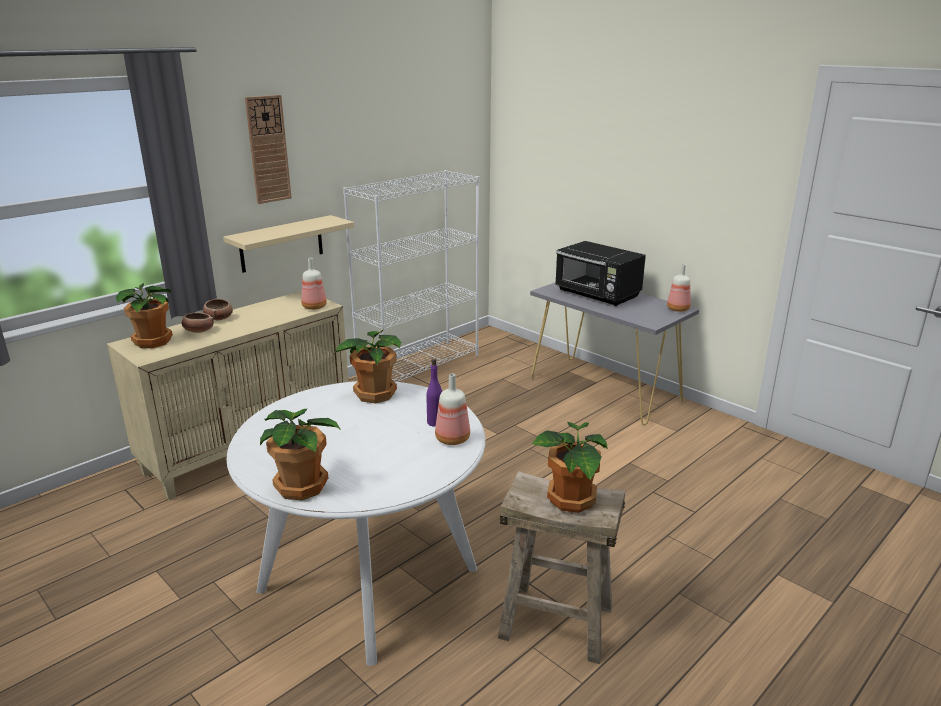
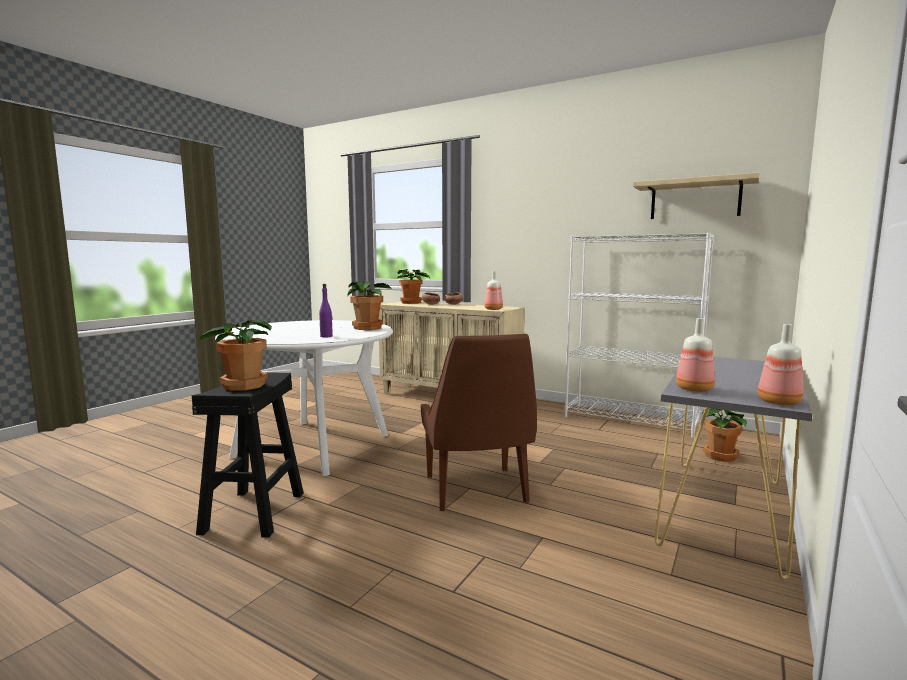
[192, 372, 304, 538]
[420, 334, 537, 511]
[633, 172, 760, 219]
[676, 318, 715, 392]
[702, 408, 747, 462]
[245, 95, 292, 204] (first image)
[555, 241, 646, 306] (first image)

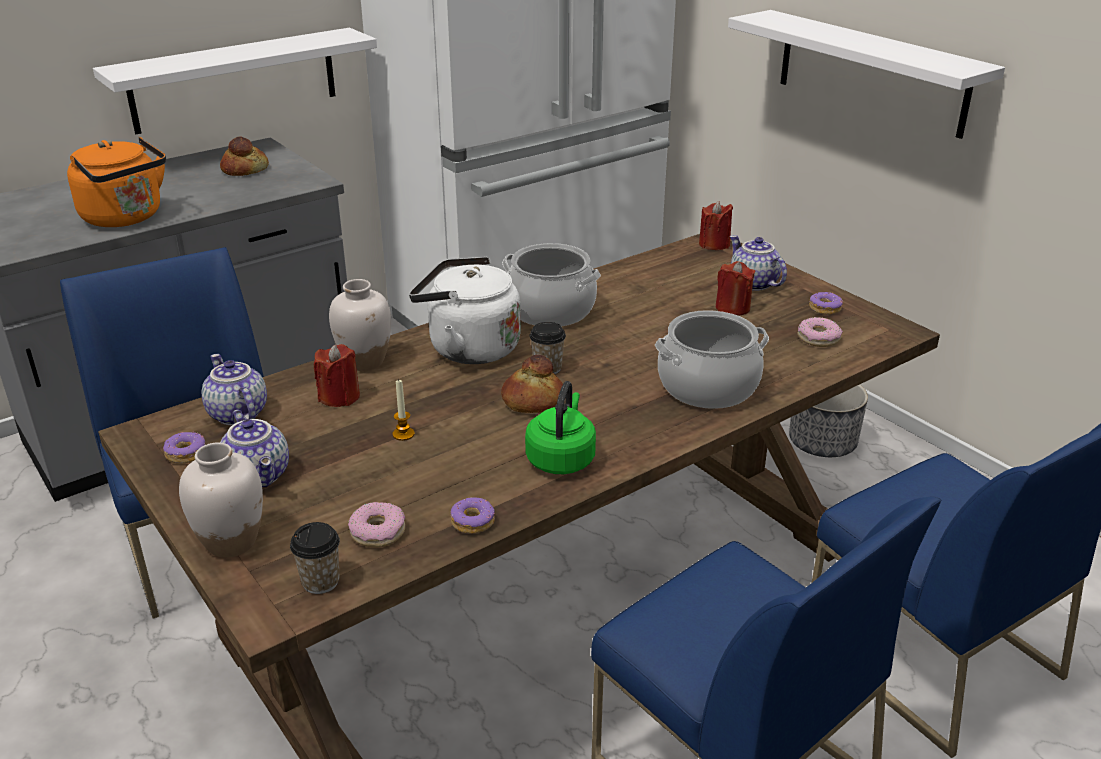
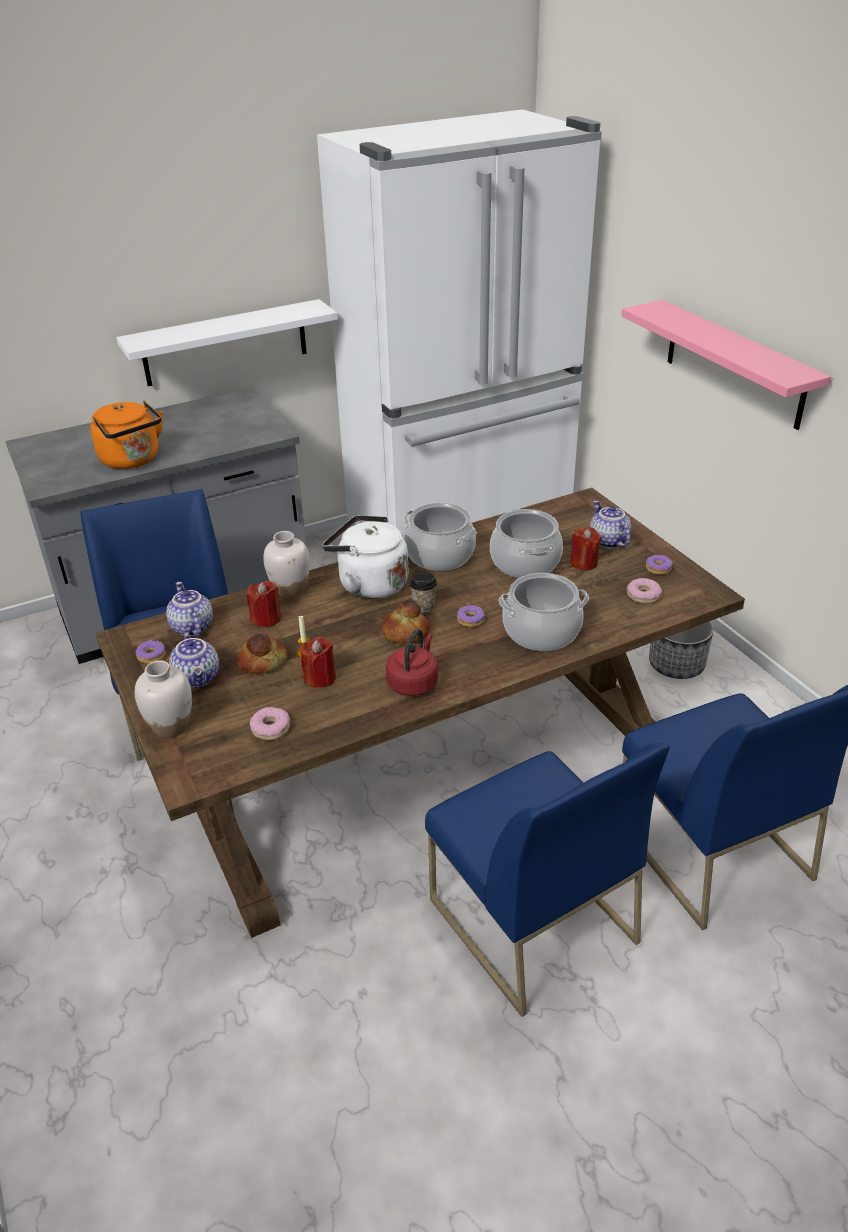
[237, 633, 287, 674]
[301, 637, 336, 688]
[386, 629, 438, 696]
[457, 605, 485, 627]
[490, 509, 563, 578]
[621, 300, 831, 430]
[290, 522, 340, 594] (first image)

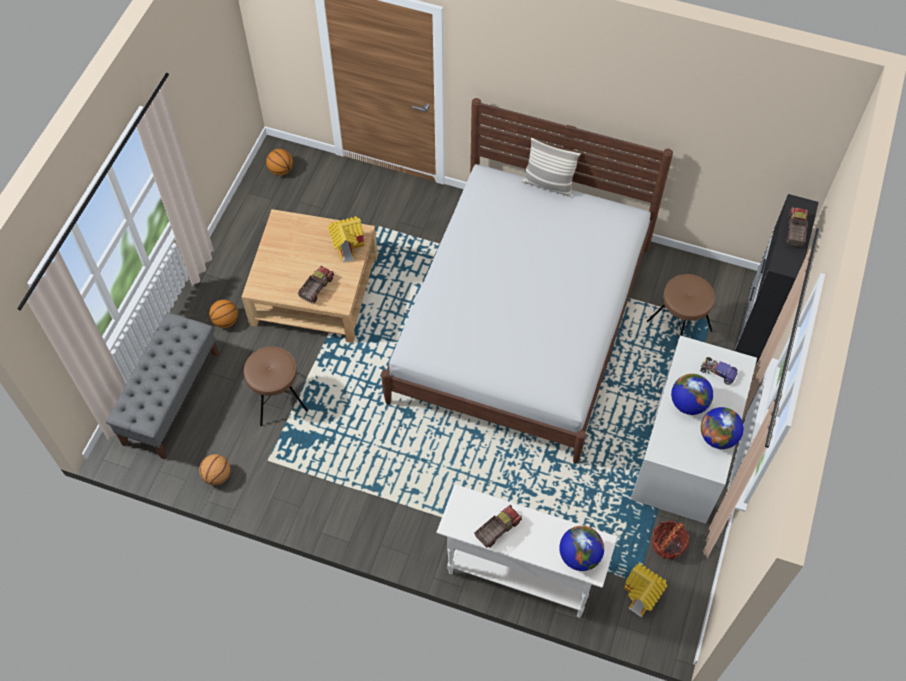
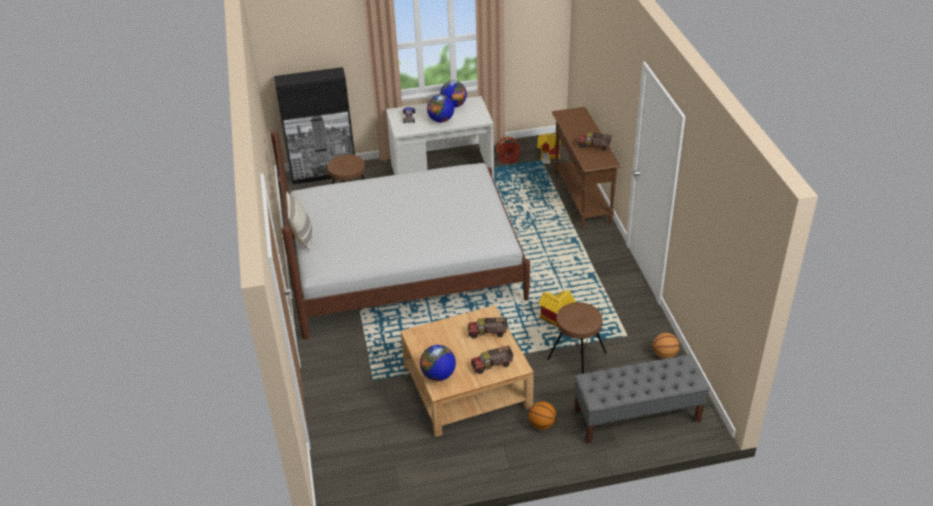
[420, 345, 456, 381]
[471, 345, 514, 374]
[538, 290, 576, 327]
[552, 107, 621, 229]
[266, 149, 293, 176] (first image)

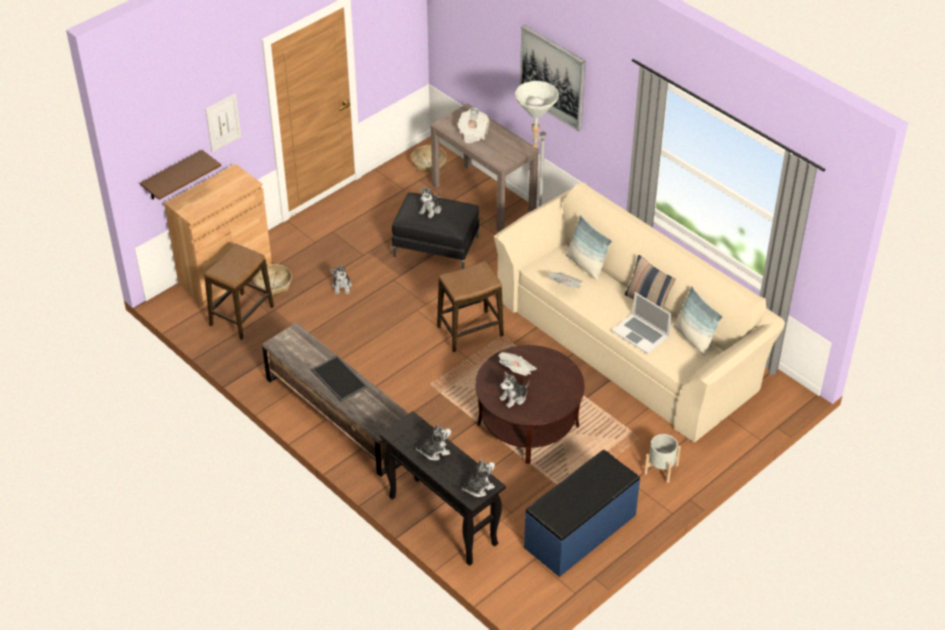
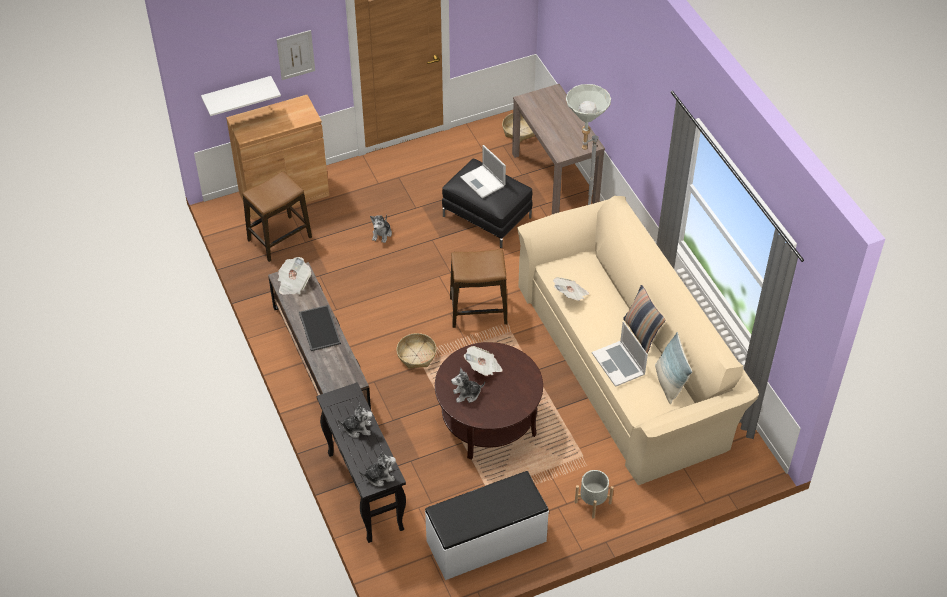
[201, 76, 281, 116]
[278, 257, 311, 295]
[397, 333, 437, 369]
[425, 471, 549, 580]
[460, 145, 506, 198]
[520, 25, 585, 132] (first image)
[566, 215, 612, 281] (first image)

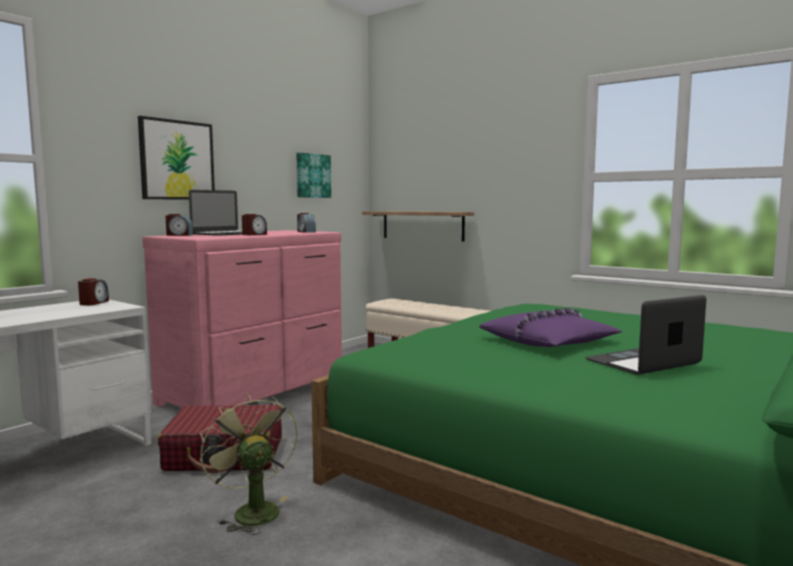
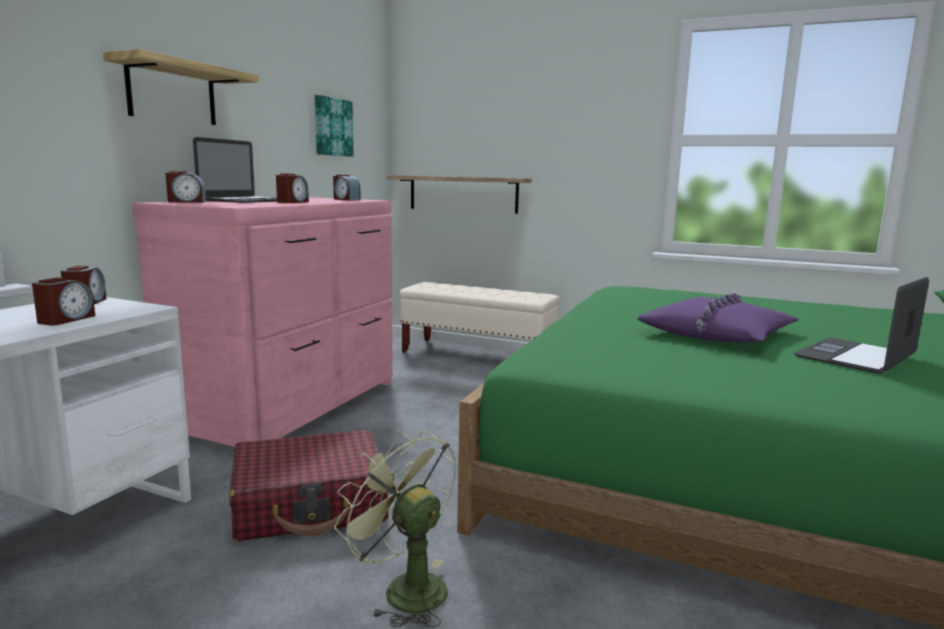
[32, 278, 95, 325]
[103, 49, 259, 125]

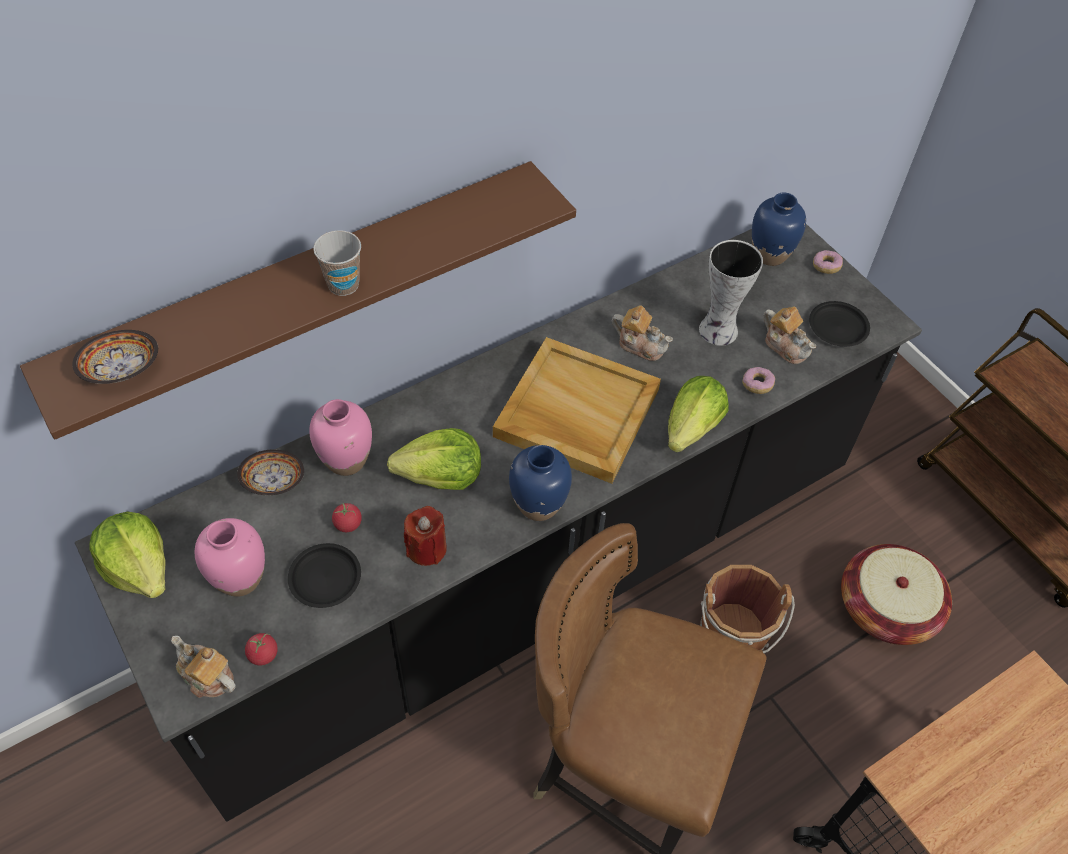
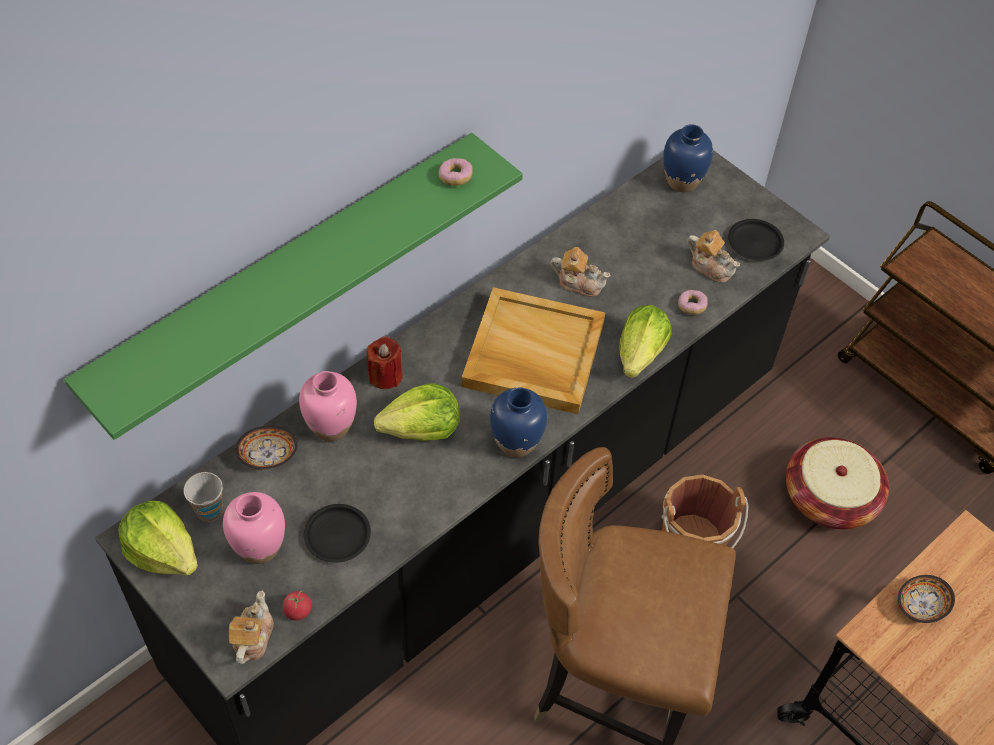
[64, 133, 523, 440]
[183, 472, 223, 522]
[229, 590, 274, 664]
[367, 336, 403, 389]
[439, 158, 473, 186]
[898, 575, 955, 623]
[332, 503, 362, 532] (first image)
[699, 240, 763, 346] (first image)

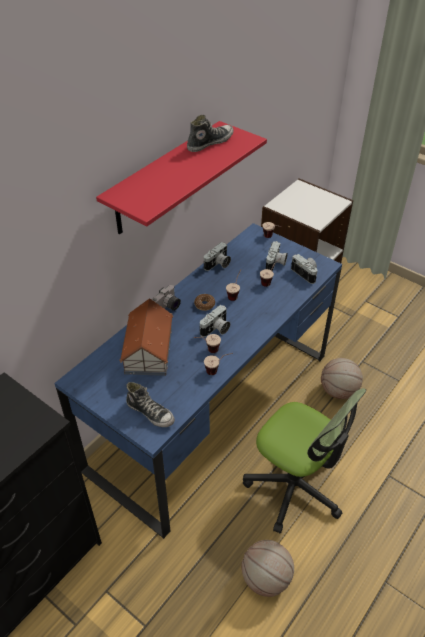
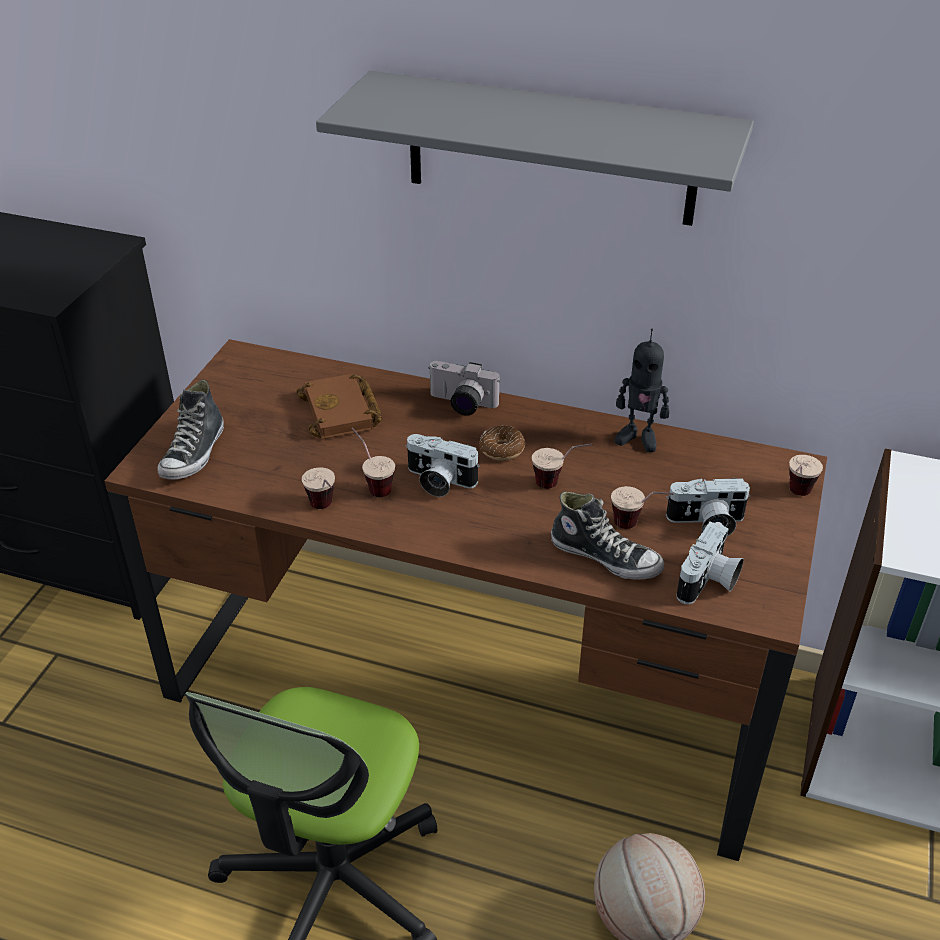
[105, 339, 827, 861]
[296, 373, 382, 439]
[316, 71, 754, 226]
[551, 492, 664, 580]
[615, 329, 669, 452]
[242, 540, 294, 597] (first image)

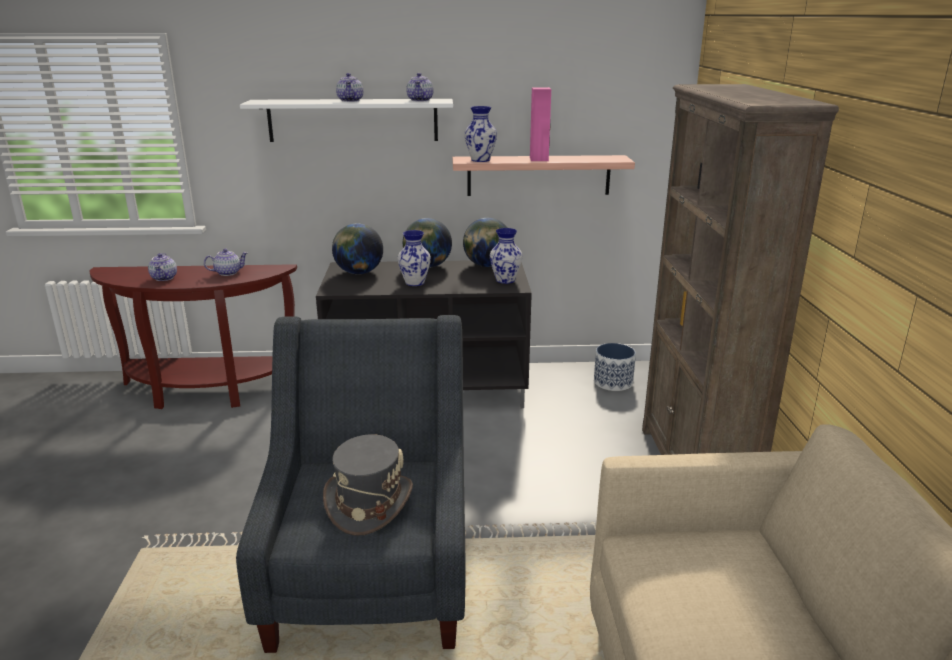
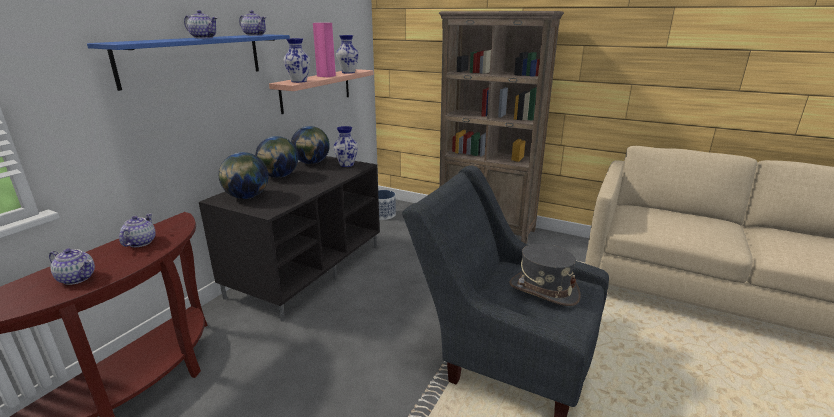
[87, 34, 290, 91]
[336, 35, 359, 73]

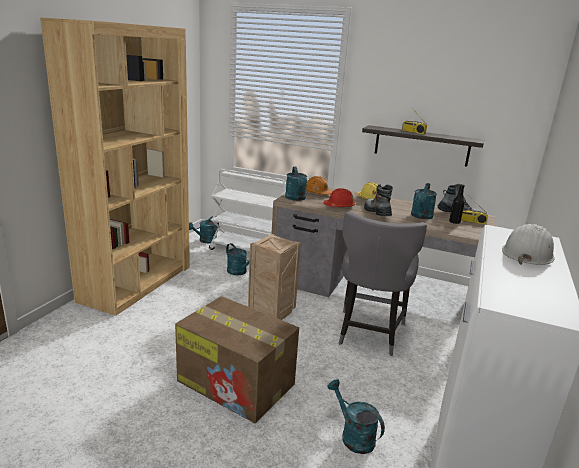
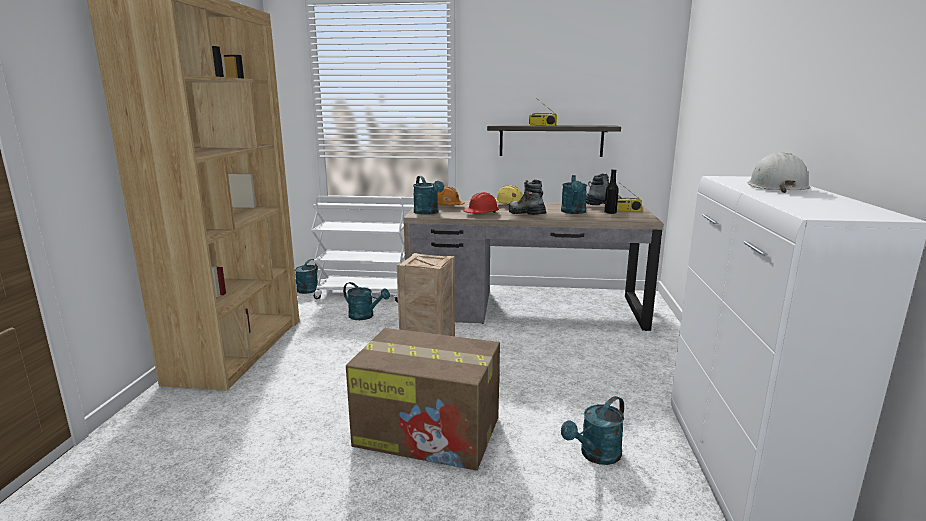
[561, 396, 624, 465]
[338, 212, 427, 356] (first image)

